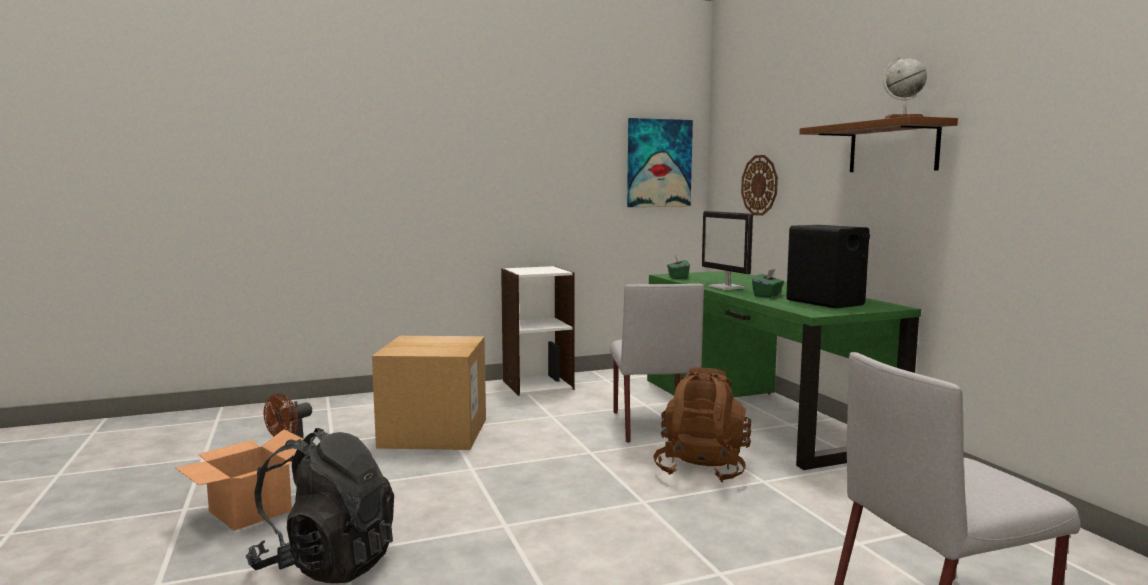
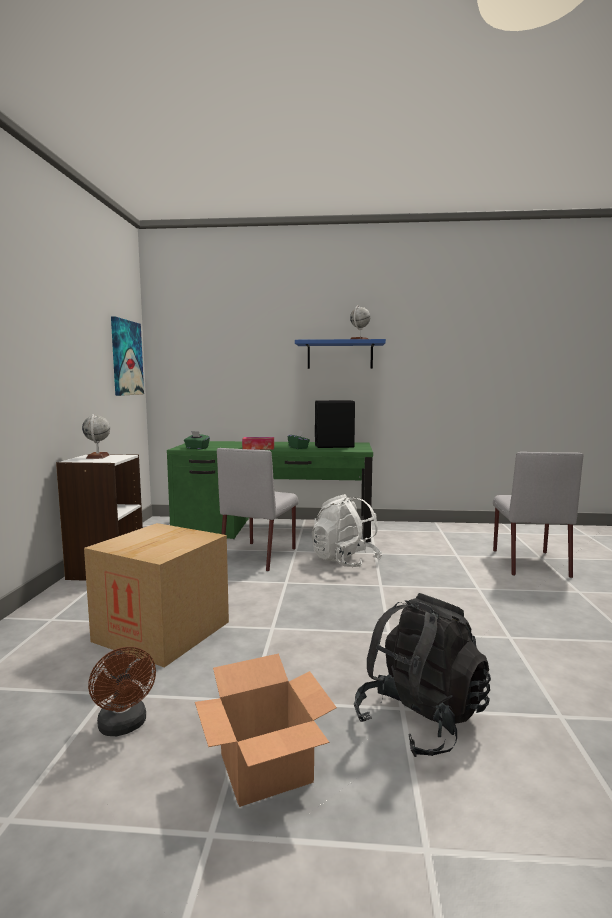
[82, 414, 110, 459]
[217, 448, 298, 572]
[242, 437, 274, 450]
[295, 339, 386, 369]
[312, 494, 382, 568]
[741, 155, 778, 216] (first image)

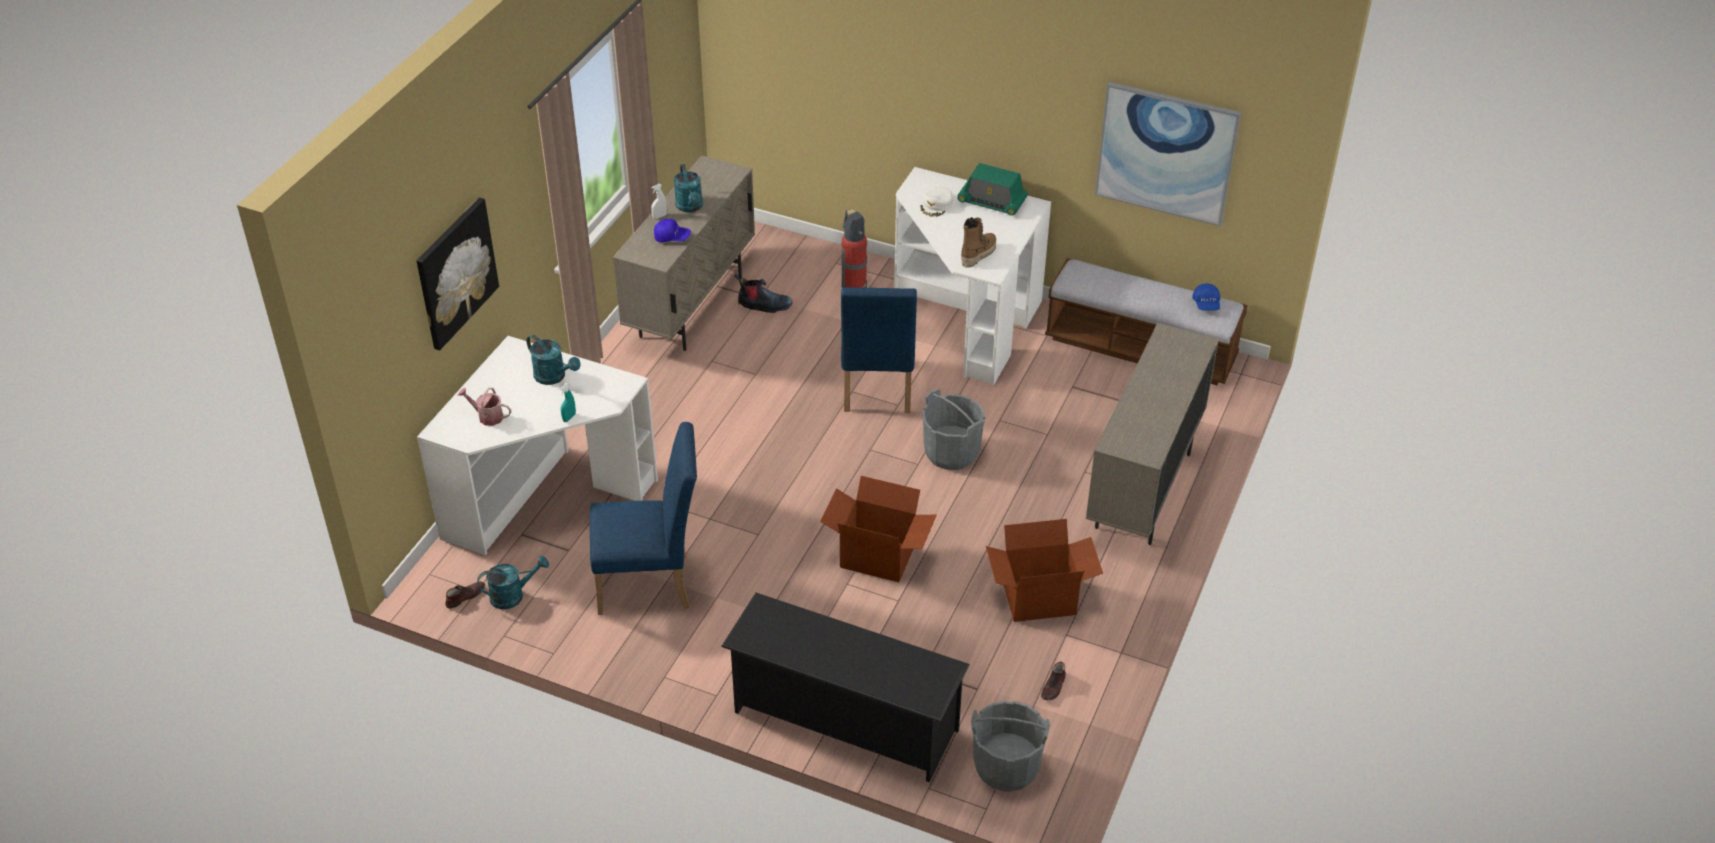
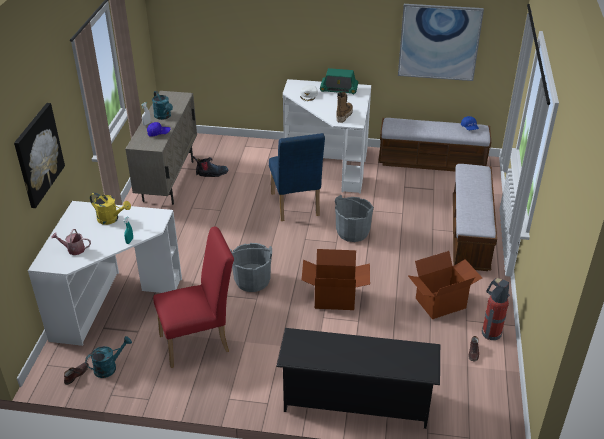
[90, 193, 131, 225]
[153, 227, 234, 368]
[230, 243, 272, 292]
[453, 164, 497, 271]
[482, 278, 510, 340]

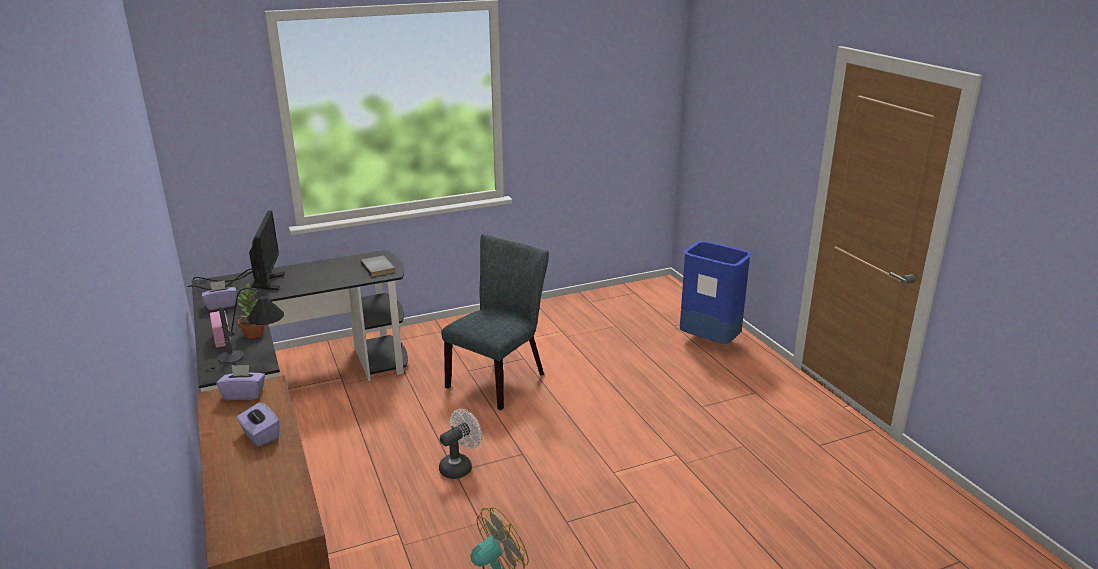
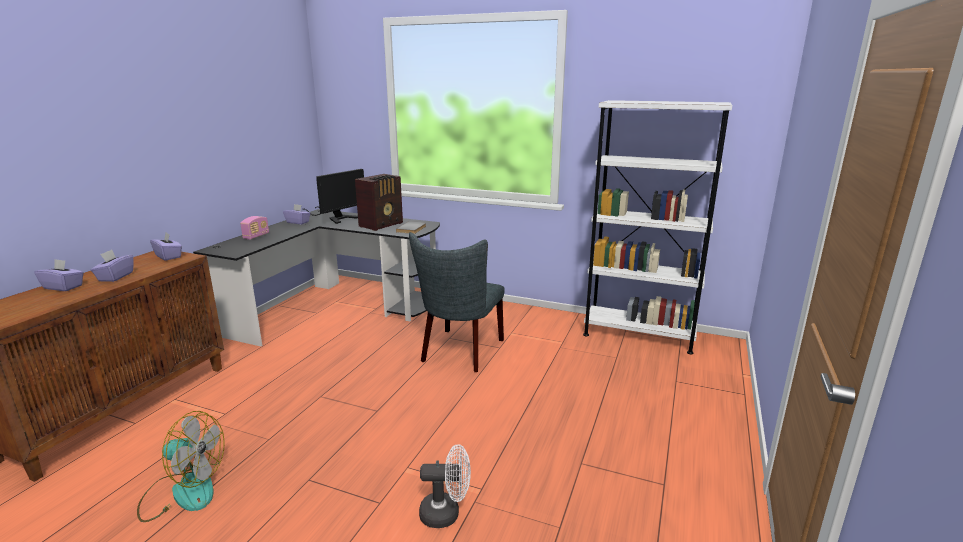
[34, 259, 84, 291]
[355, 174, 403, 231]
[409, 232, 505, 372]
[419, 444, 471, 528]
[583, 100, 732, 354]
[218, 287, 284, 364] (first image)
[235, 284, 264, 338] (first image)
[680, 241, 752, 344] (first image)

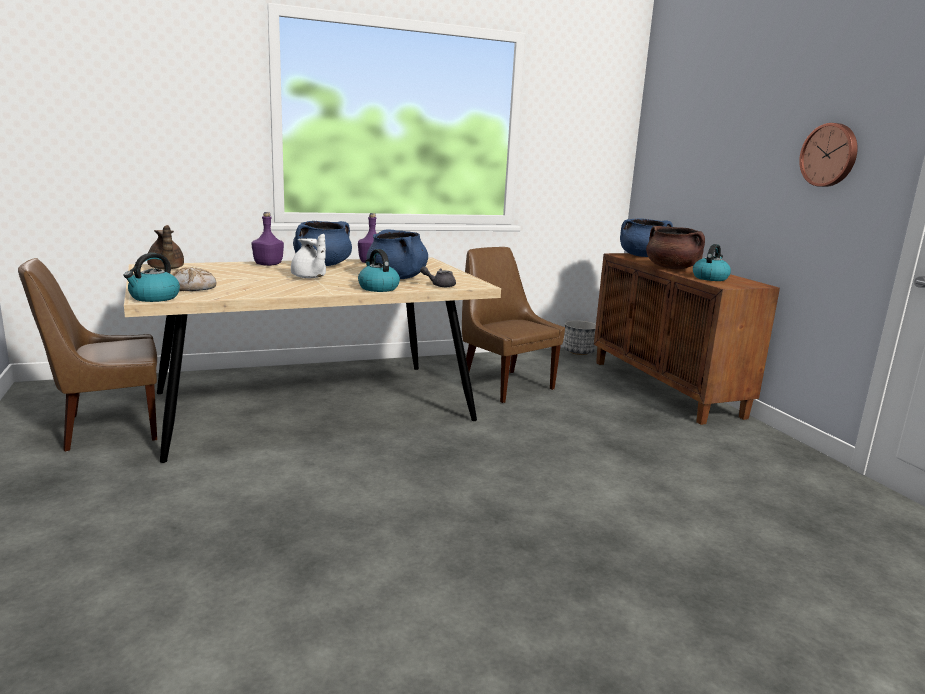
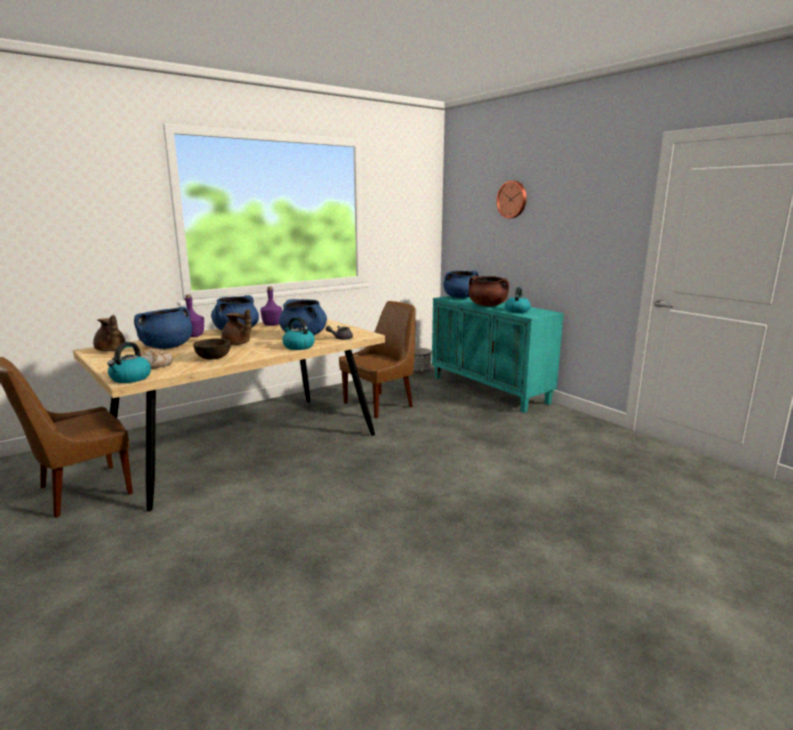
[134, 307, 192, 349]
[193, 338, 231, 360]
[221, 309, 251, 345]
[339, 301, 415, 418]
[432, 296, 564, 413]
[496, 181, 527, 218]

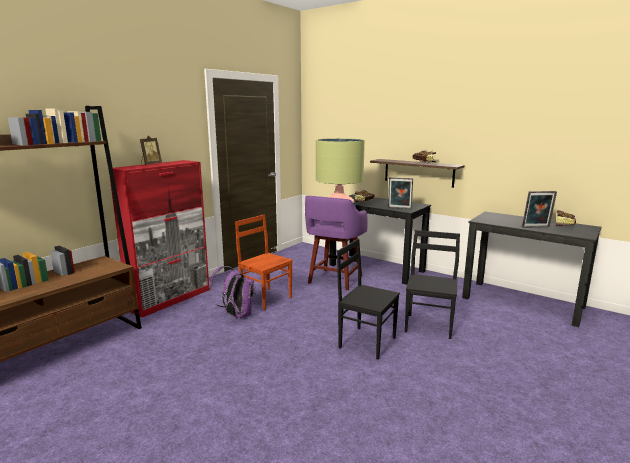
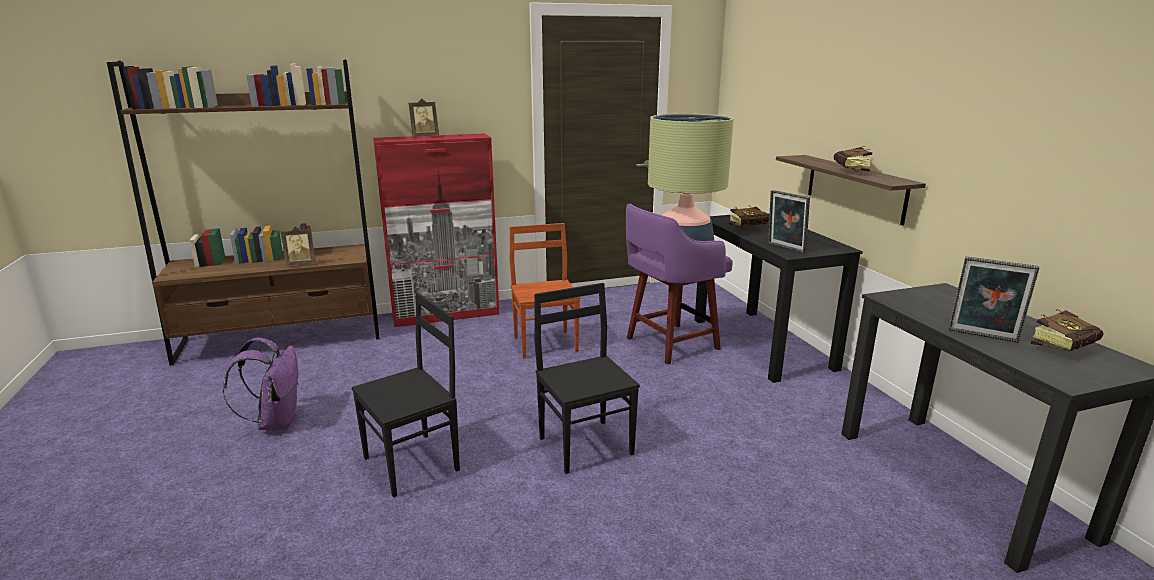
[223, 338, 299, 430]
[281, 226, 316, 266]
[352, 293, 460, 498]

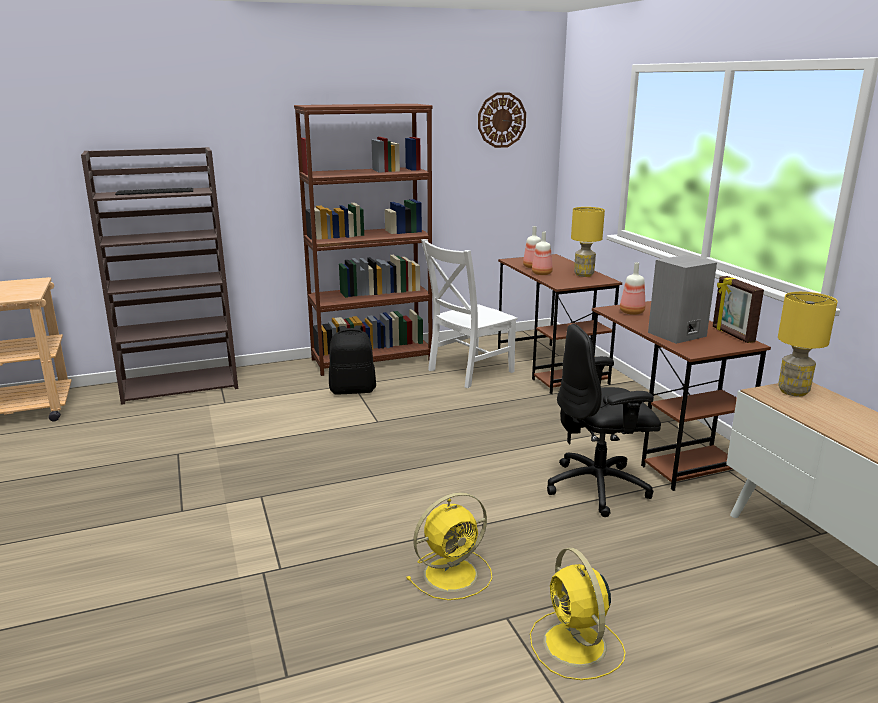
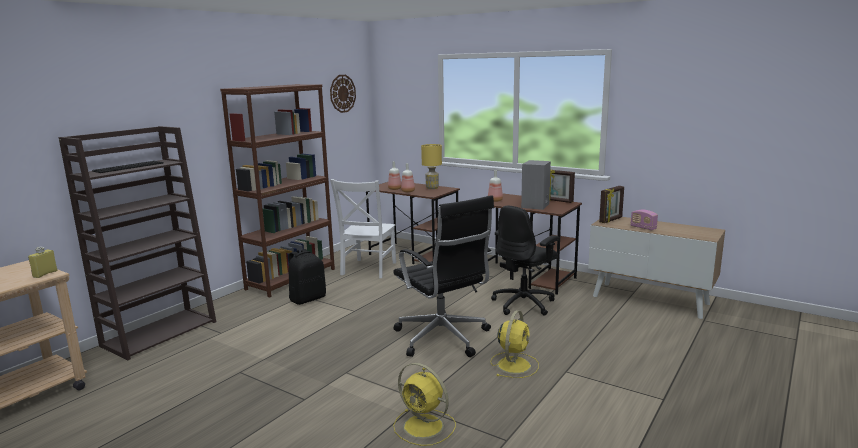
[28, 246, 57, 278]
[393, 363, 456, 446]
[394, 195, 494, 357]
[599, 186, 624, 223]
[631, 210, 658, 230]

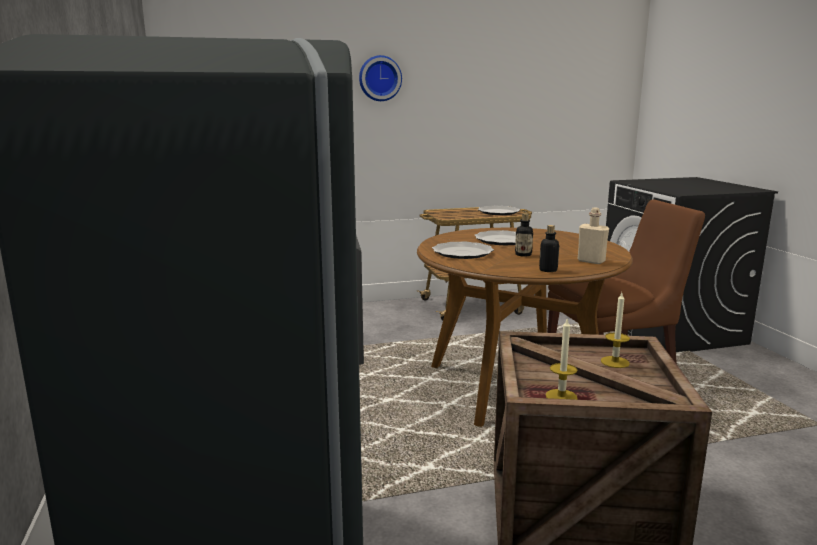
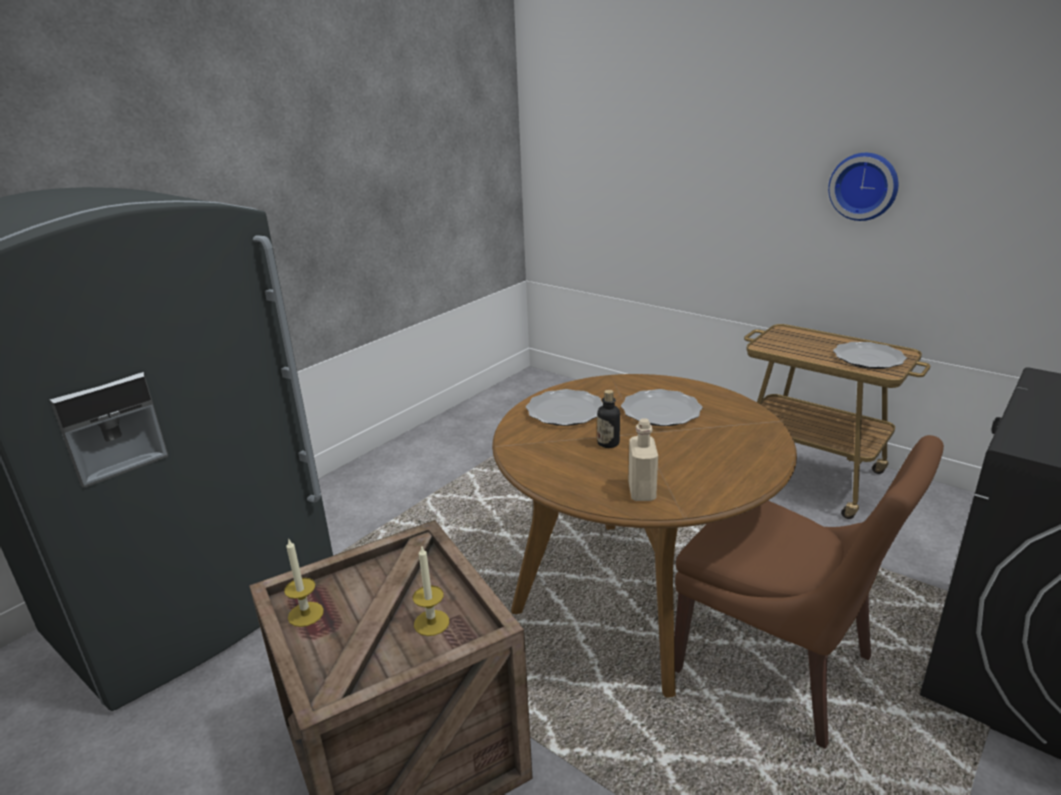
[828, 153, 898, 221]
[539, 225, 559, 272] (first image)

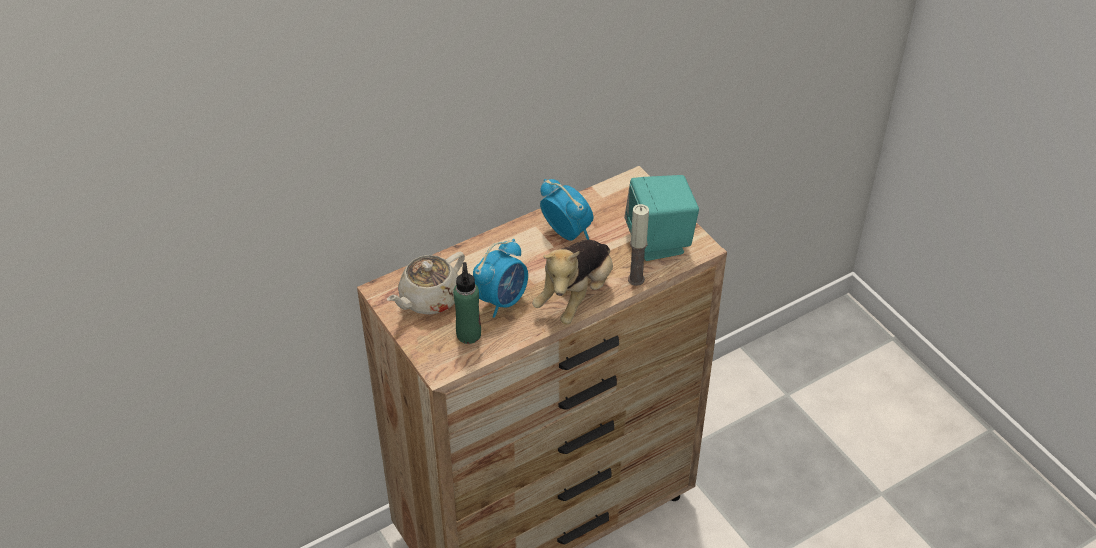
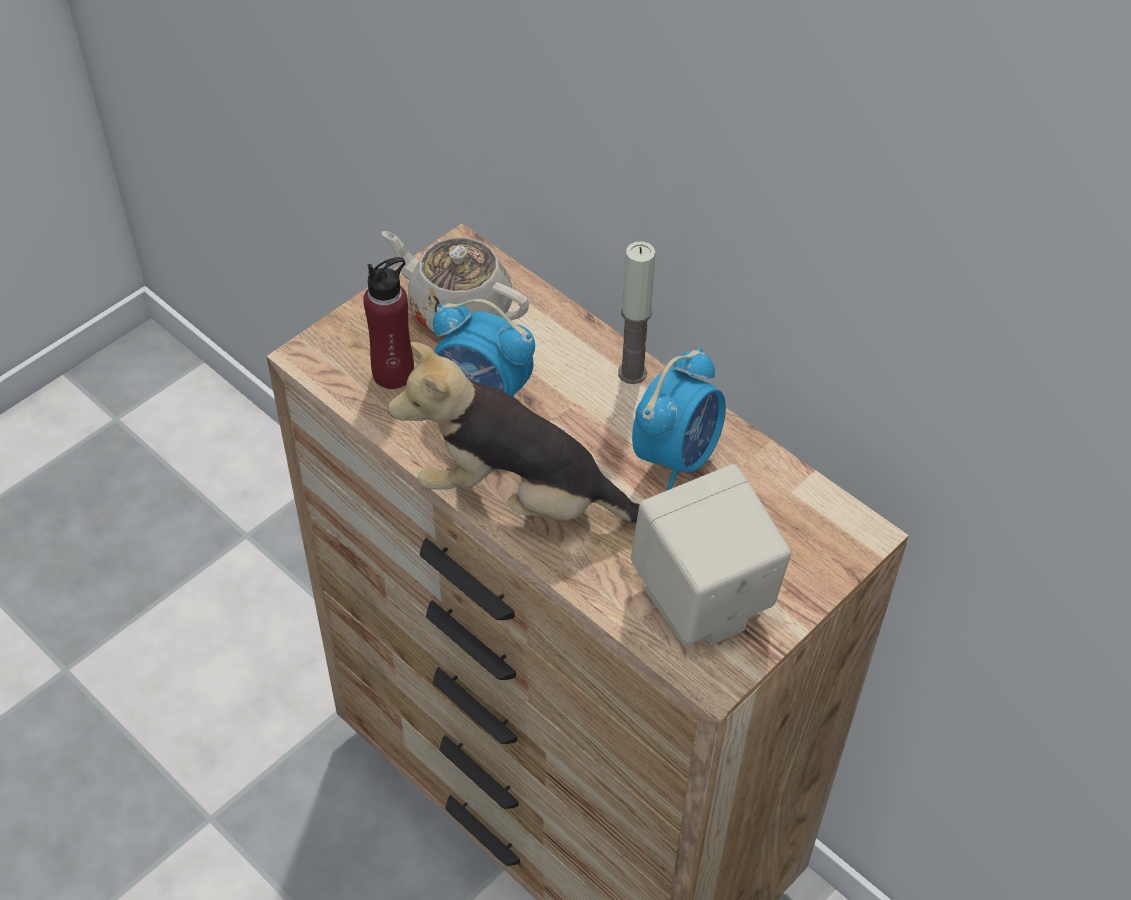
[363, 257, 414, 389]
[618, 241, 655, 384]
[631, 464, 791, 646]

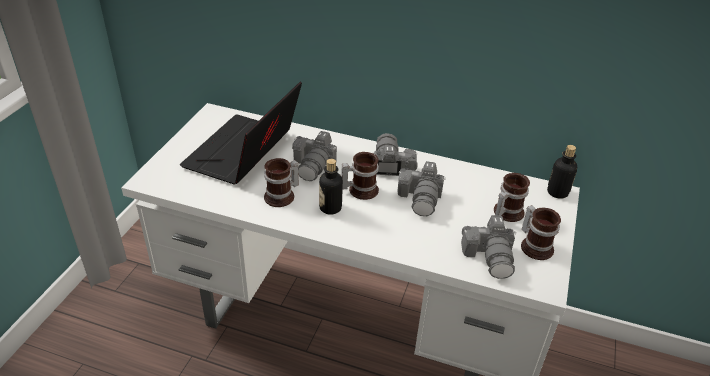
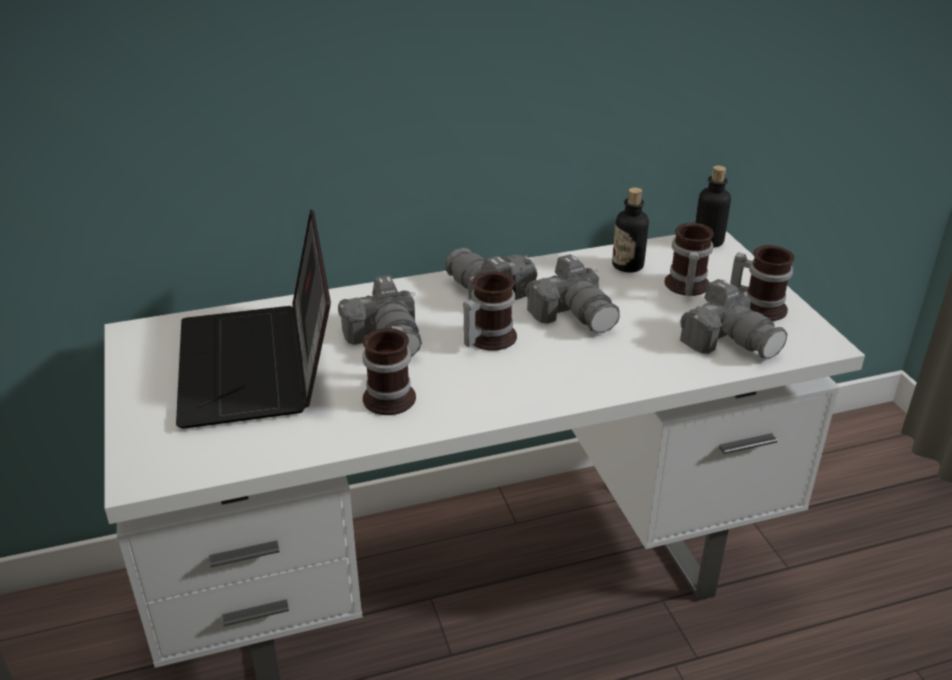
[612, 187, 649, 273]

